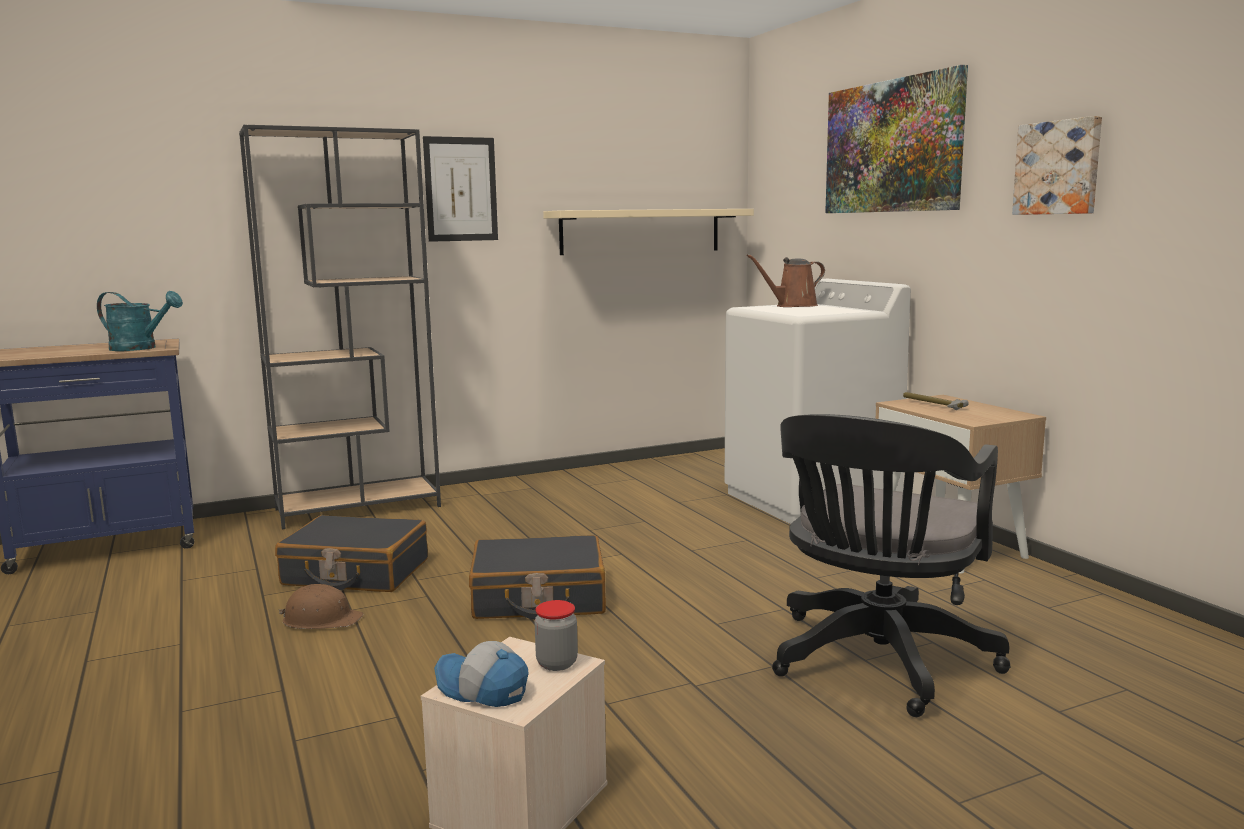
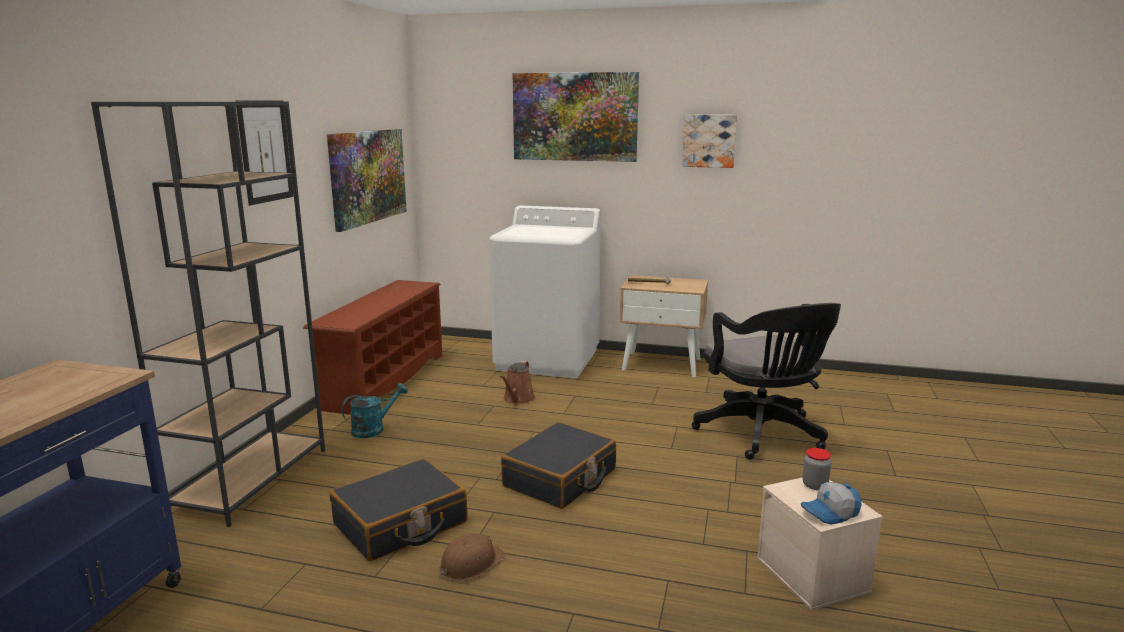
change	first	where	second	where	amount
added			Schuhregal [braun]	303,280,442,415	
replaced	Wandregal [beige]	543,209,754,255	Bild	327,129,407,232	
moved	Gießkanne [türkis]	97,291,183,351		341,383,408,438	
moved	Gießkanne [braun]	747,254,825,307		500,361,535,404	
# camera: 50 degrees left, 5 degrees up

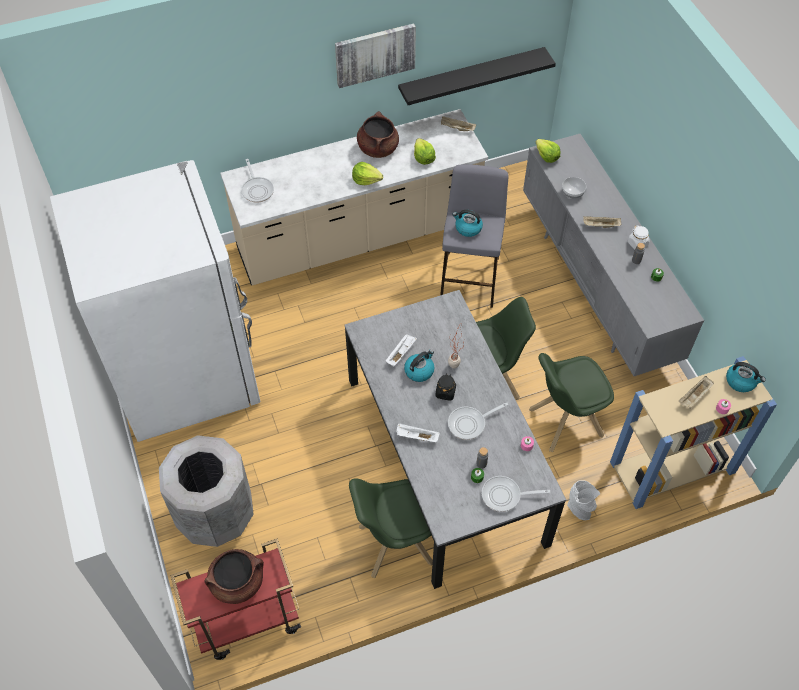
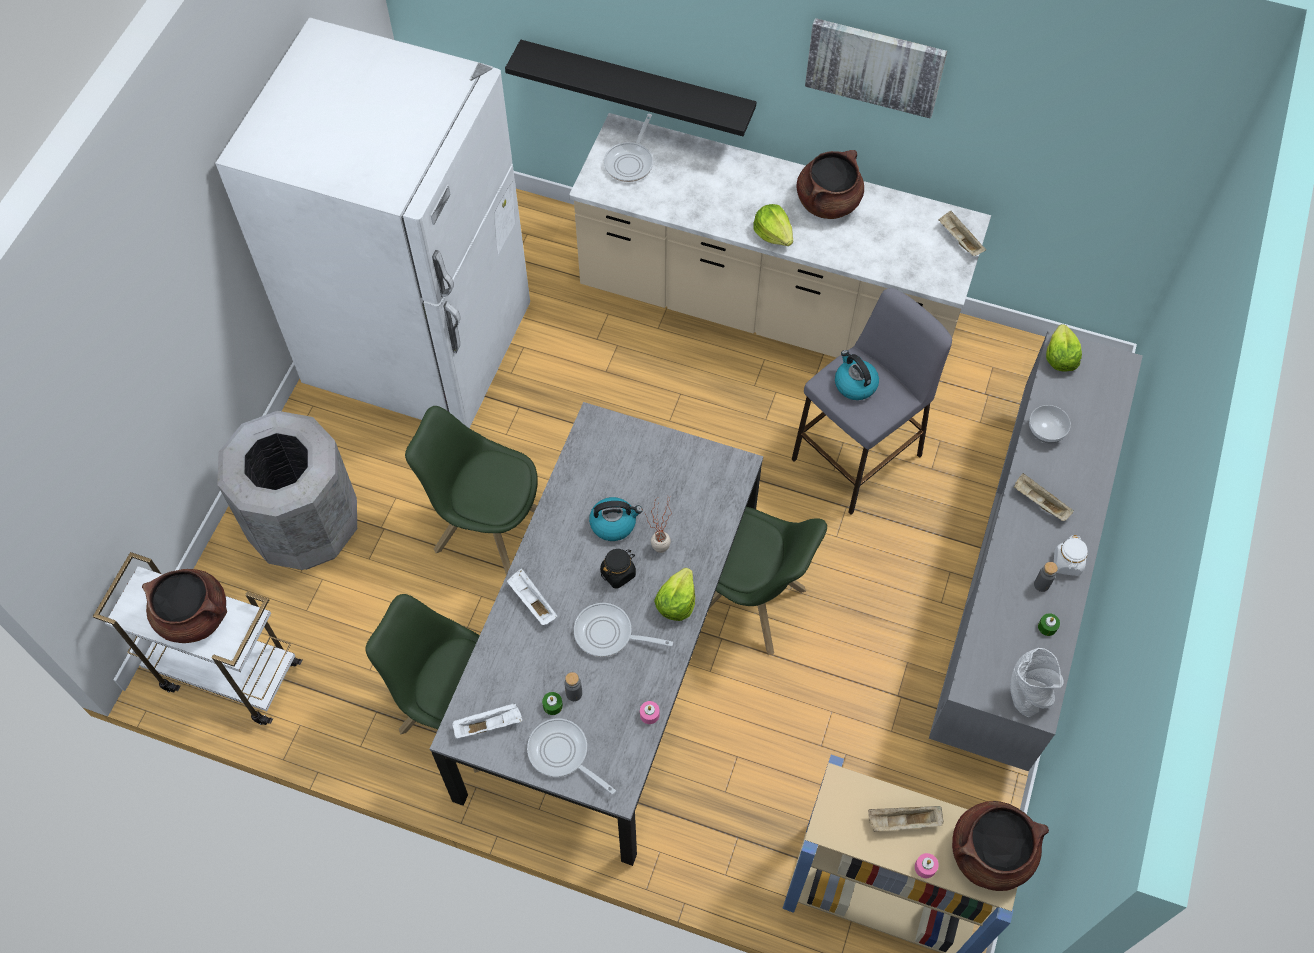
change	first	where	second	where	amount
recoloured	Rollwagen [rot]	170,538,301,660	Rollwagen [weiß]	93,552,303,725	
moved	Stuhl [grün]	529,353,614,452		405,406,538,575	
moved	Tablett [weiß]	386,334,417,366		452,702,523,738	
moved	Wandregal [schwarz]	398,47,556,105		505,40,756,136	
moved	Salatkopf	414,138,436,165		654,568,695,621	
replaced	Wasserkessel	726,362,766,392	Kochtopf [braun]	952,801,1049,891	
moved	Vase [grau]	567,480,600,520		1010,648,1064,717	
# camera: 40 degrees right, 5 degrees up

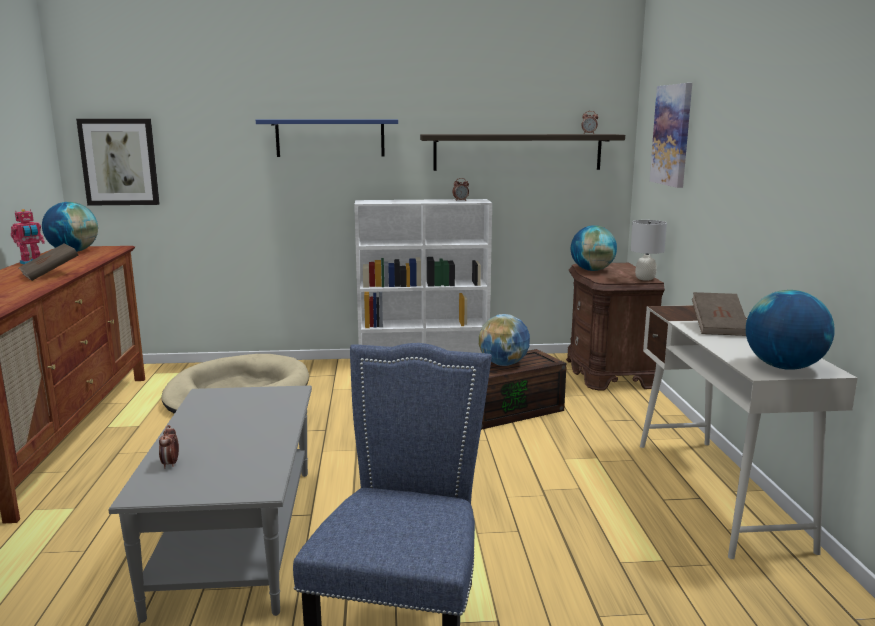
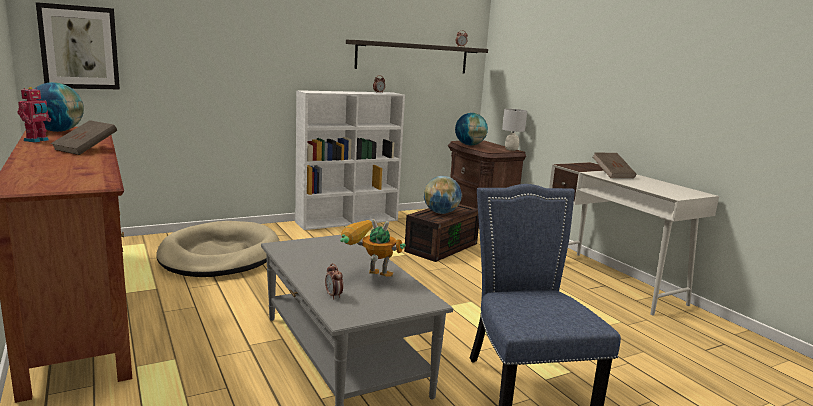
change	first	where	second	where	amount
added			Spielzeugroboter	340,219,406,277	
removed	Wandregal [blau]	256,120,398,157			
removed	Bild	650,83,692,188			
removed	Globus	746,290,835,370			
# camera: 25 degrees left, 0 degrees up

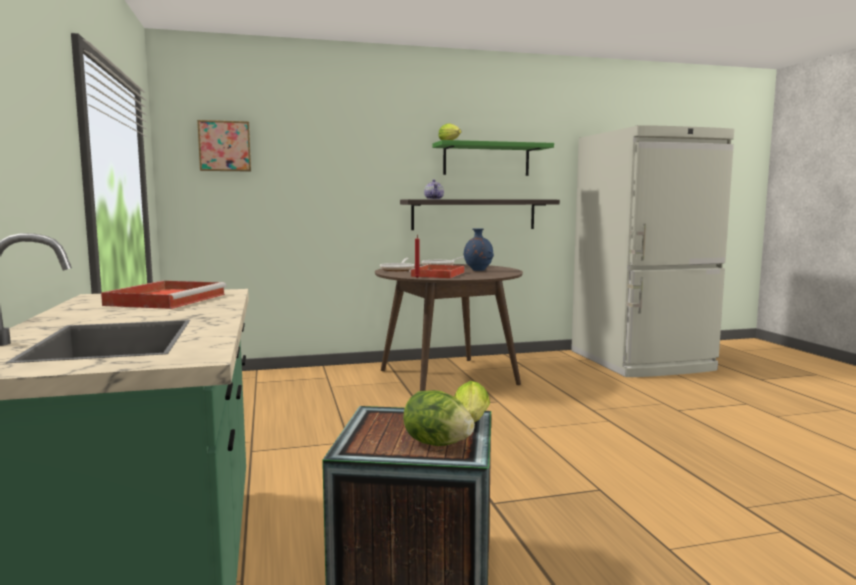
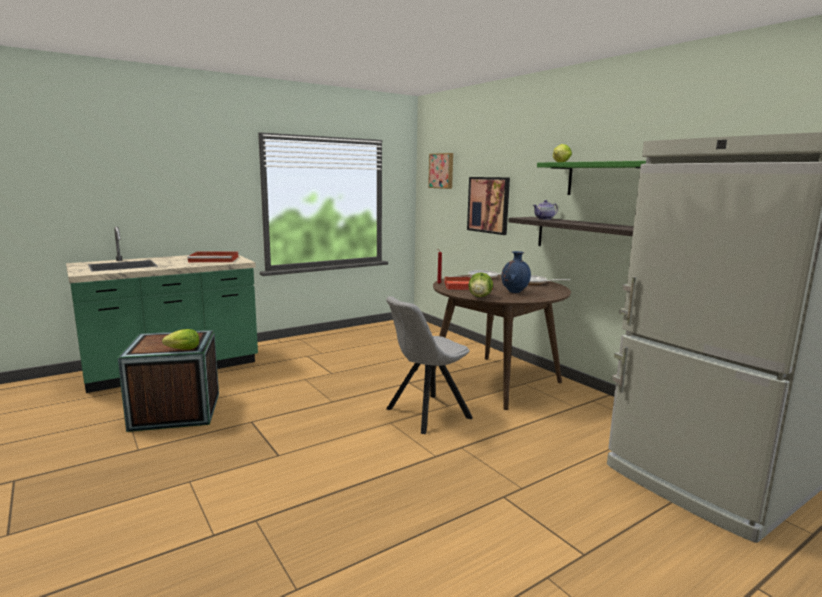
change	first	where	second	where	amount
added			Stuhl [grau]	386,296,473,434	
added			Bild	467,177,510,235	
moved	Salatkopf	403,390,475,446		468,272,493,297	
# camera: 70 degrees right, 5 degrees up

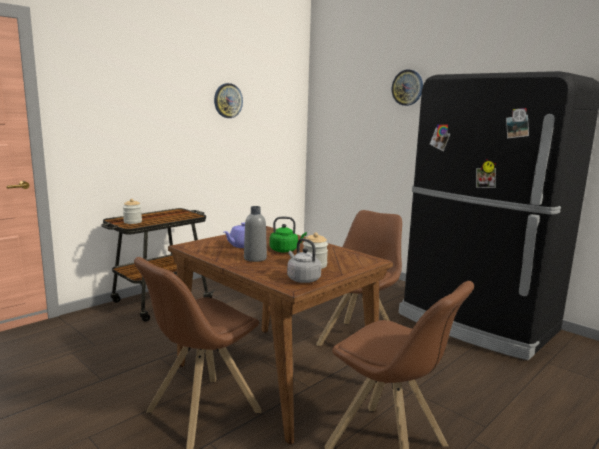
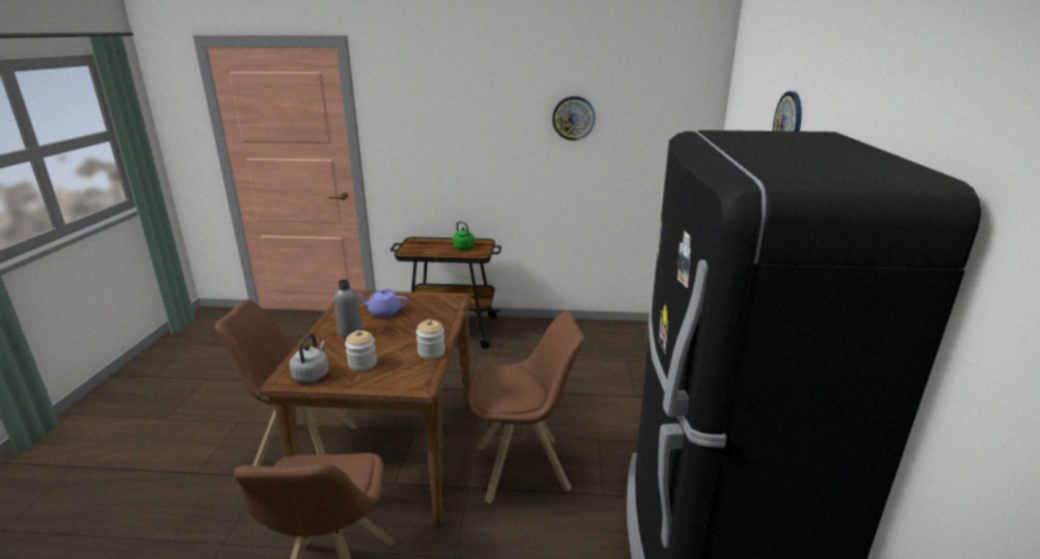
change	first	where	second	where	amount
moved	Vorratsglas	123,199,142,224		416,319,445,359	
moved	Wasserkessel [grün]	270,217,307,253		453,221,475,249	
# camera: 50 degrees right, 10 degrees up

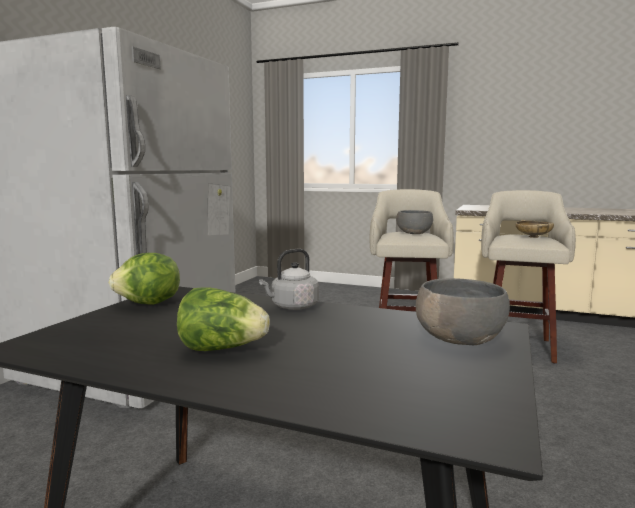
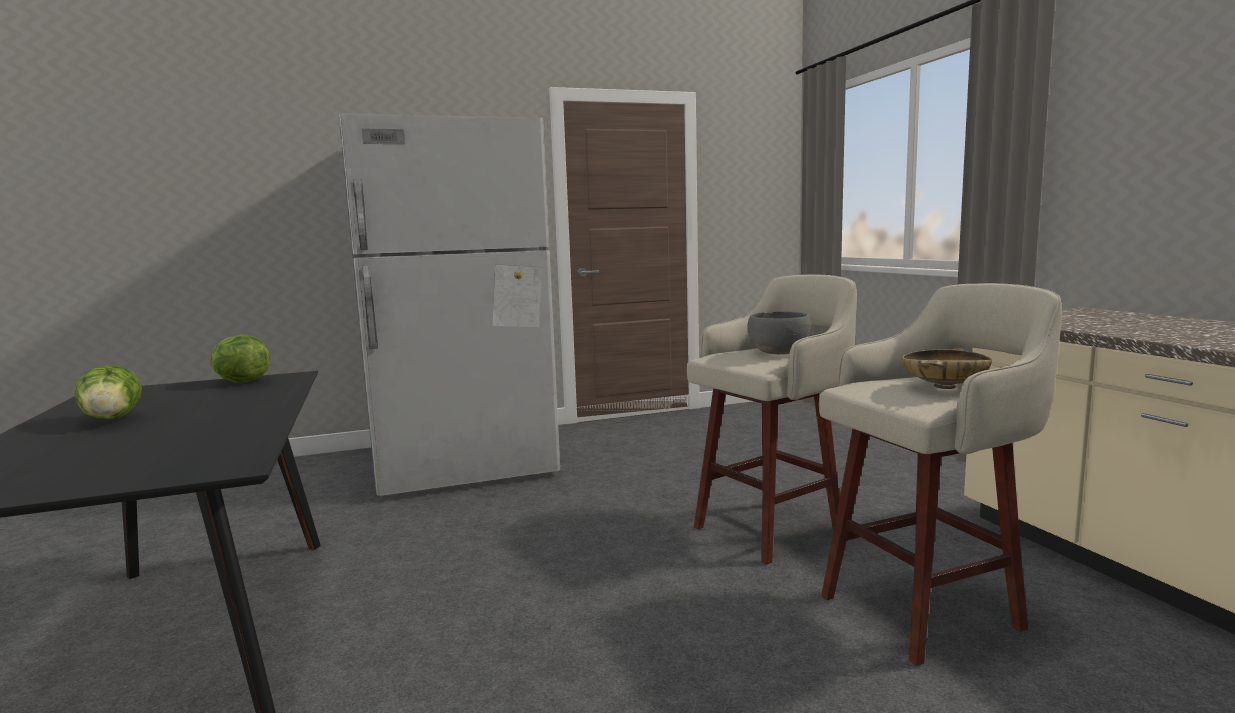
change	first	where	second	where	amount
removed	Wasserkessel [grau]	259,249,319,310			
removed	Schüssel [grau]	416,278,510,345			
# camera: 50 degrees right, 0 degrees up

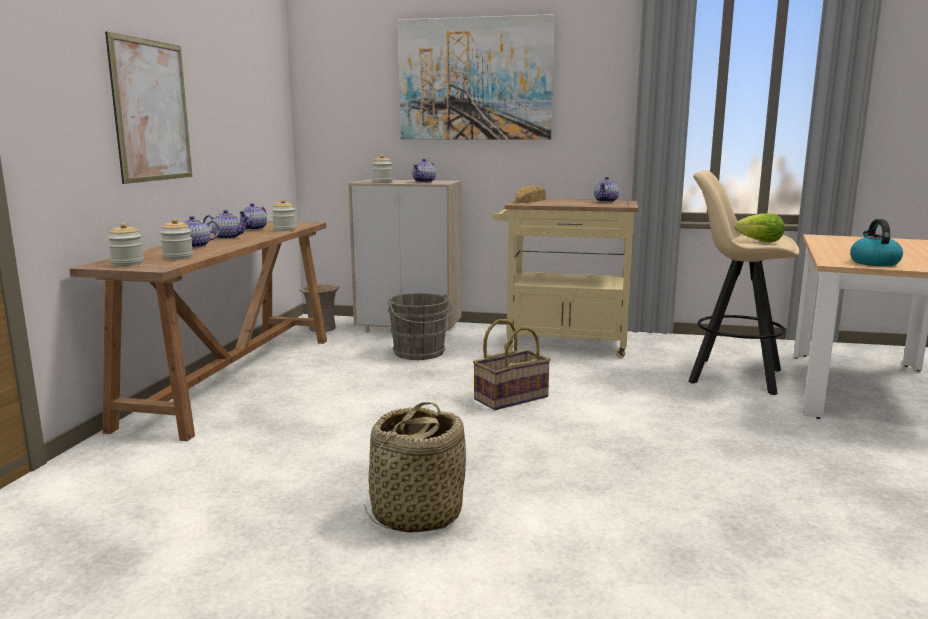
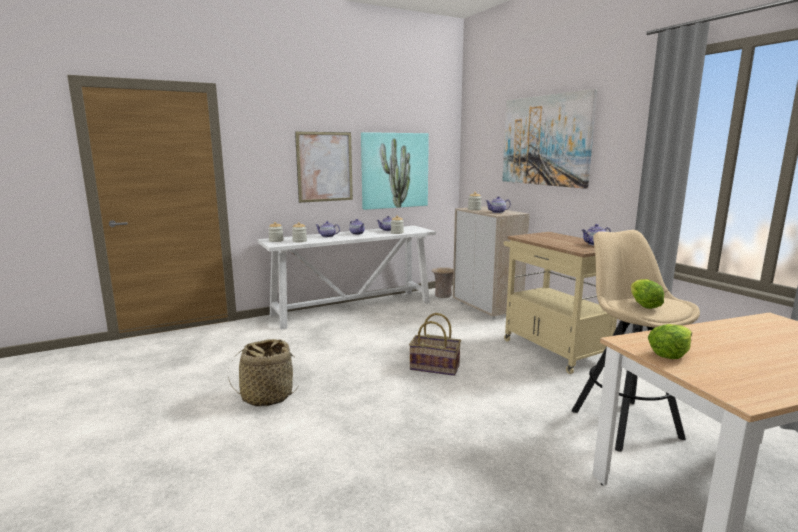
change	first	where	second	where	amount
recoloured	Konsolentisch [braun]	69,221,327,441	Konsolentisch [weiß]	258,226,436,330	
added			Bild	361,132,429,210	
replaced	Wasserkessel	850,219,903,266	Salatkopf	648,324,692,359	
removed	Eimer [grau]	388,293,454,360			
removed	Brot	516,185,546,203			
# camera: 50 degrees right, 0 degrees up

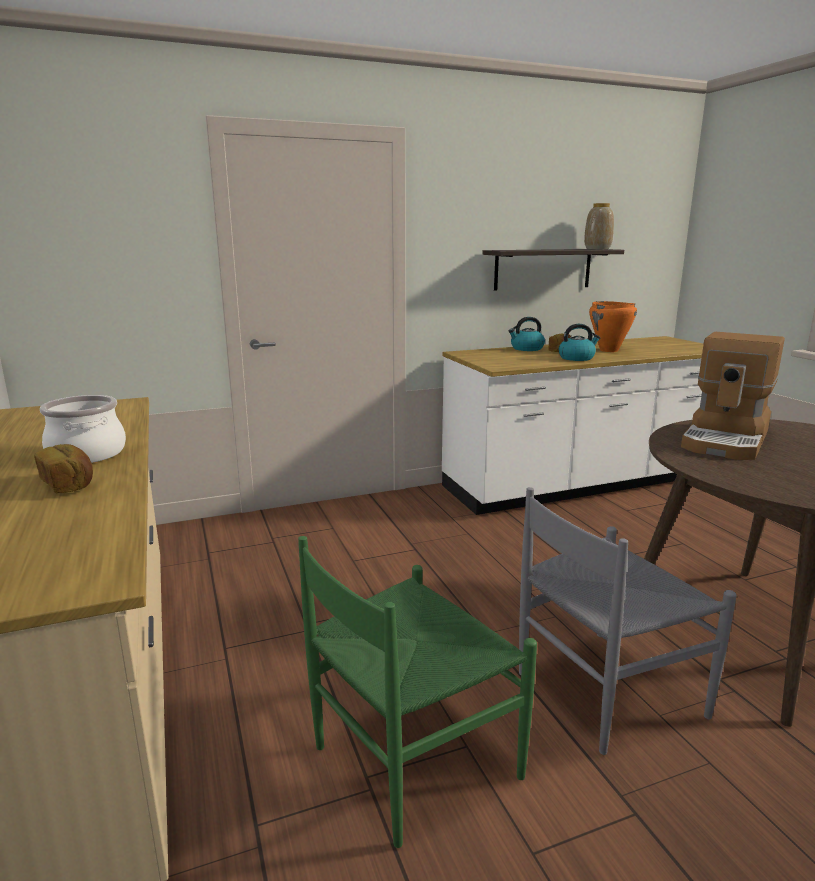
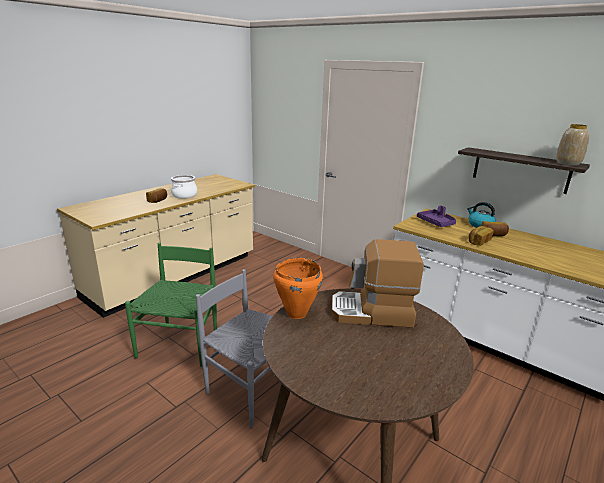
change	first	where	second	where	amount
turned	Stuhl [grün]	298,536,537,848		125,243,217,367	75 degrees clockwise
moved	Kochtopf [orange]	589,301,637,352		273,258,323,319	
added			Tablett [lila]	417,206,456,227	
replaced	Wasserkessel	559,324,600,361	Brot	468,226,494,246	
# camera: 60 degrees right, 5 degrees up

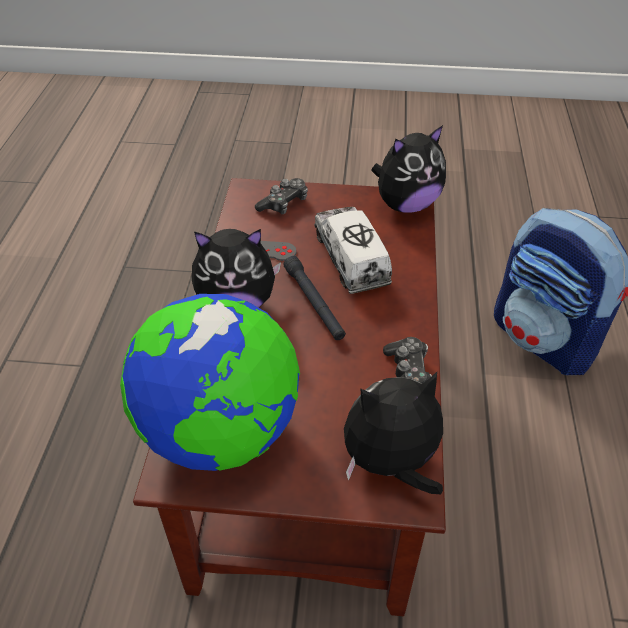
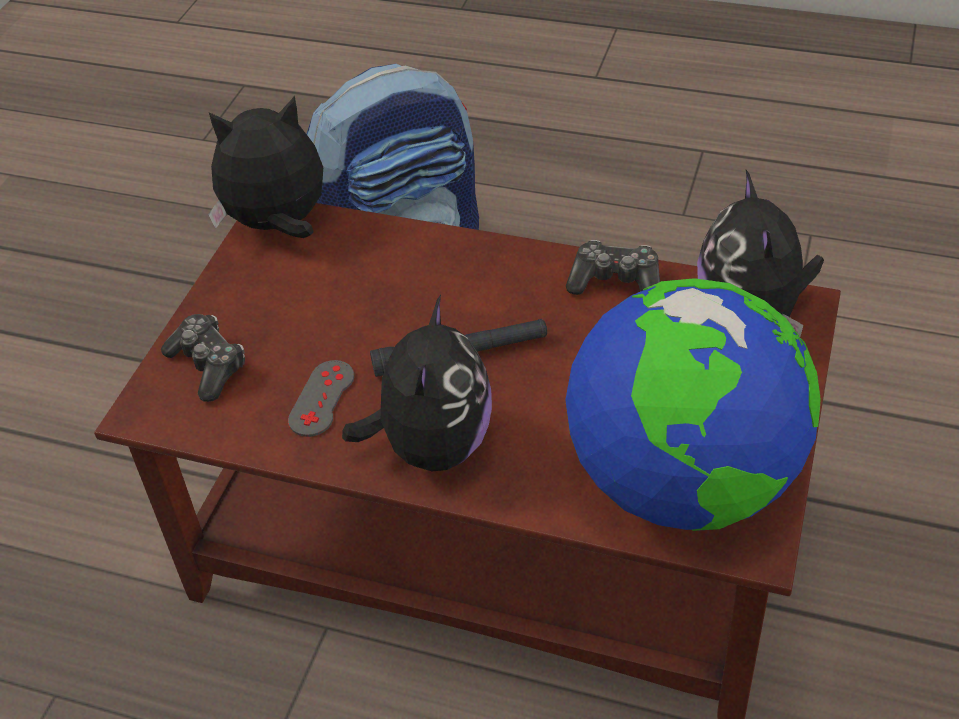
change	first	where	second	where	amount
turned	Plüschtier	371,125,446,213		208,96,323,238	90 degrees counterclockwise
removed	Spielzeuglaster	314,207,392,294			
# camera: 75 degrees left, 0 degrees up

